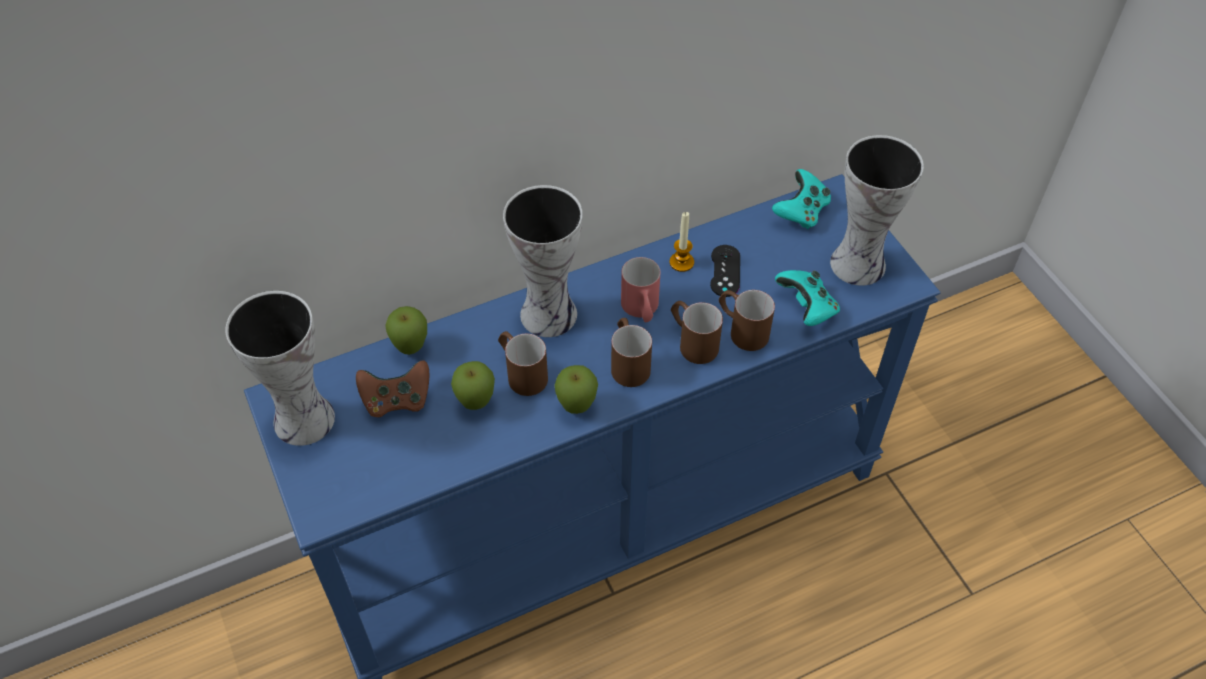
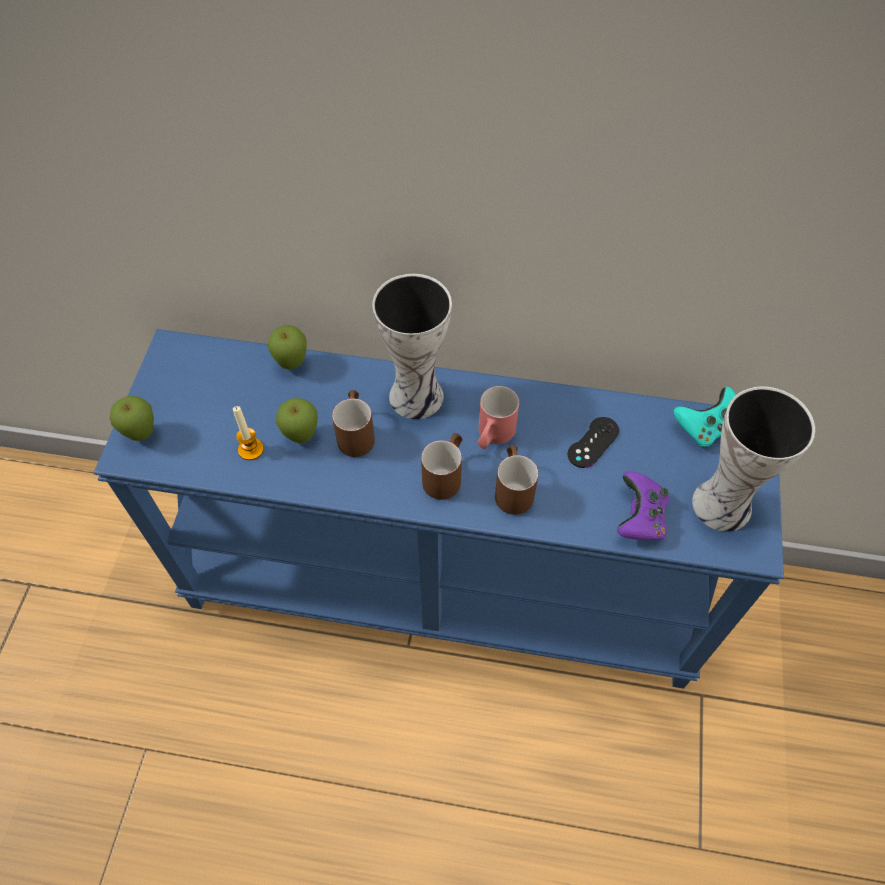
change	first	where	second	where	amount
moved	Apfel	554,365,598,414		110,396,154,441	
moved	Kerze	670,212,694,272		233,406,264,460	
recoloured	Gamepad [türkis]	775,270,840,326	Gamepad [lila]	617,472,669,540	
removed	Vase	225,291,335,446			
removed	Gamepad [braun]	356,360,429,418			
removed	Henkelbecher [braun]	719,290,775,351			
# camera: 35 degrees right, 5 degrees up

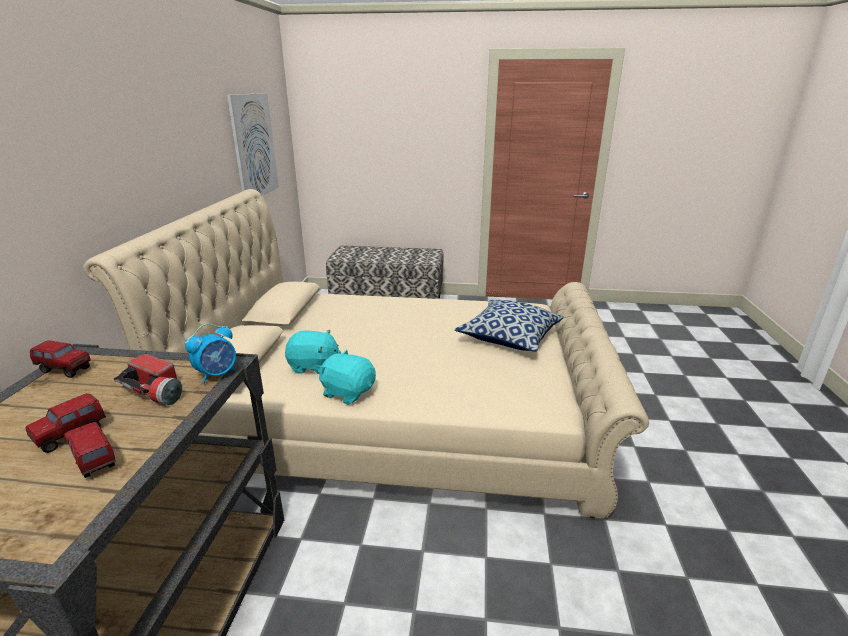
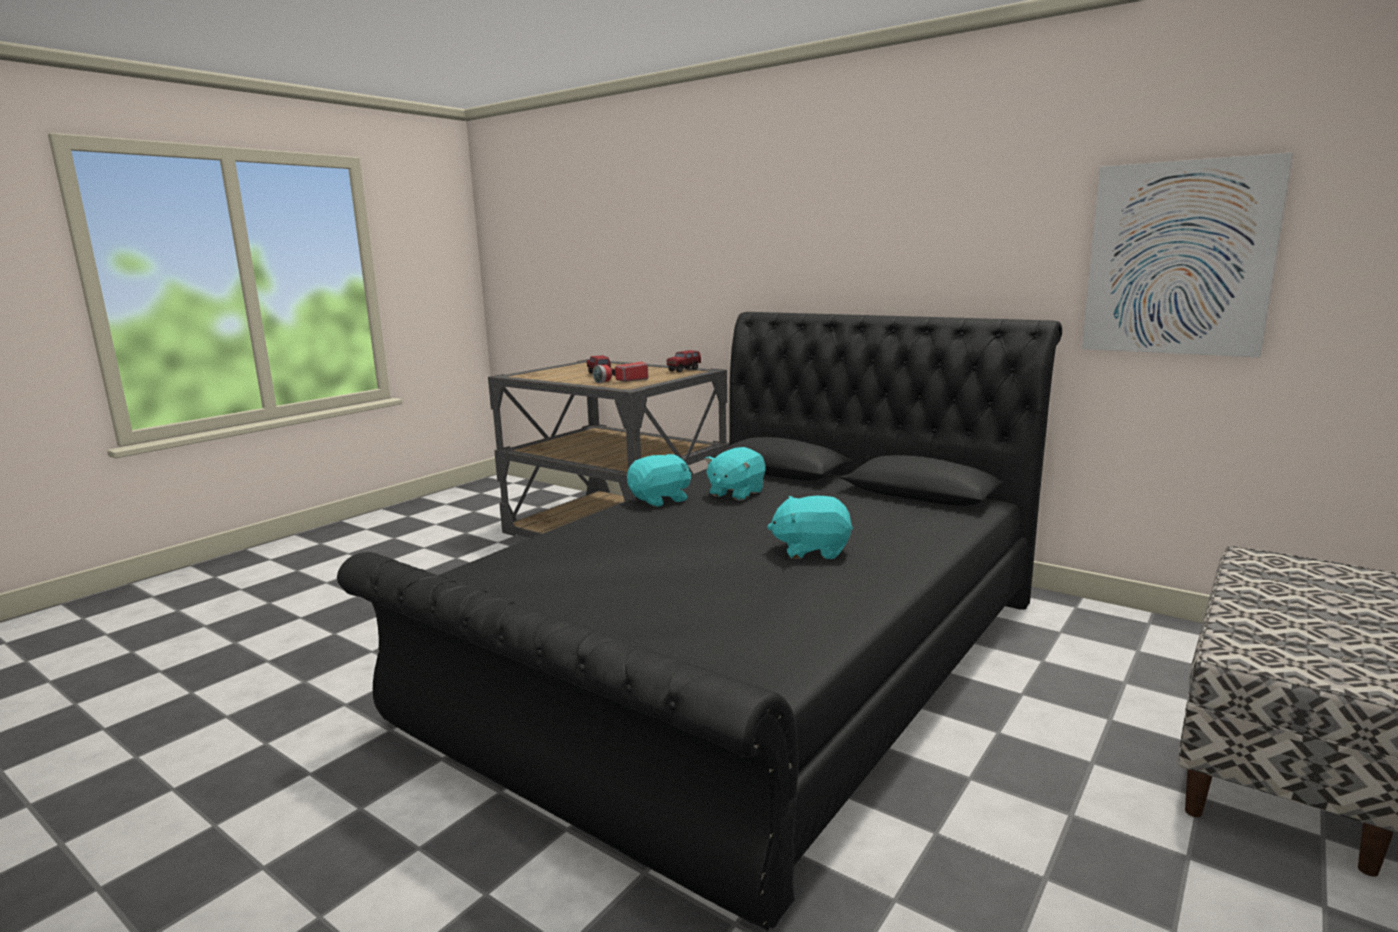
change	first	where	second	where	amount
recoloured	Bett [beige]	83,189,649,518	Bett [schwarz]	337,312,1062,931	
added			Plüschtier [türkis]	767,496,853,559	
removed	Spielzeuglaster	64,422,116,478			
removed	Wecker	185,324,236,384			
removed	Kissen	455,300,564,352			
# camera: 120 degrees right, 10 degrees down

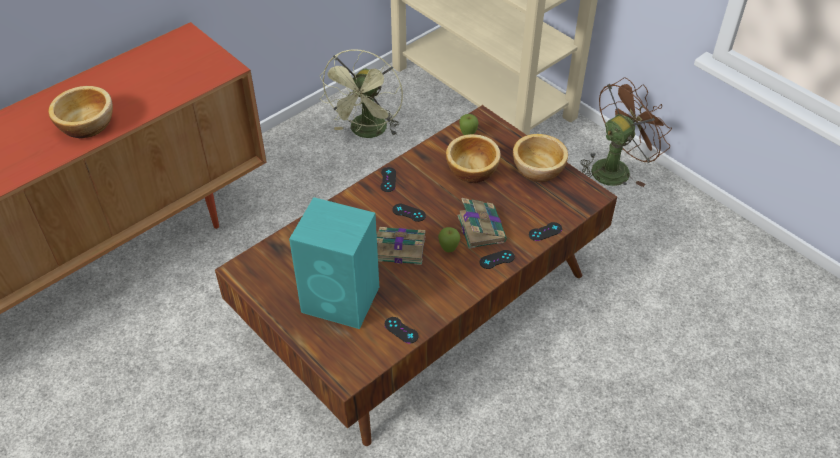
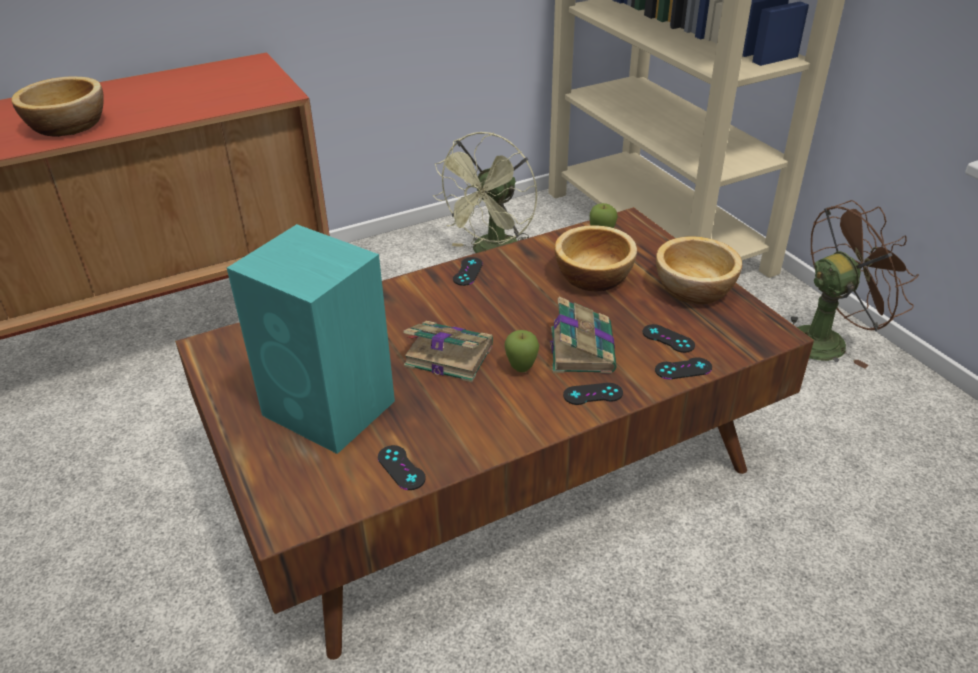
change	first	where	second	where	amount
moved	Gamepad [schwarz]	392,204,426,222		643,324,695,353	
# camera: 15 degrees right, 10 degrees down

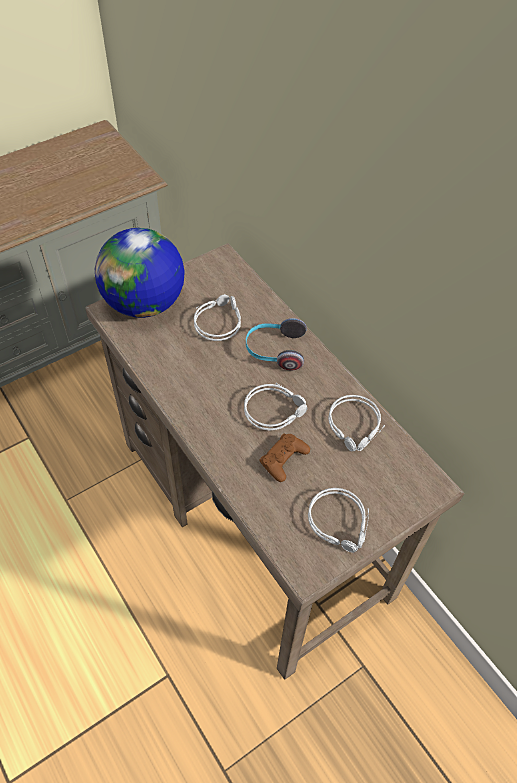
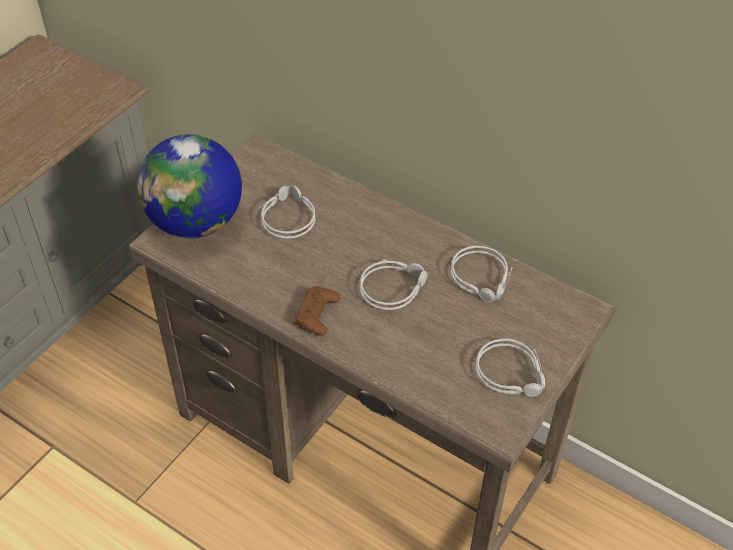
change	first	where	second	where	amount
moved	Gamepad [braun]	259,434,310,482		293,286,341,336	
removed	Kopfhörer	246,318,307,371			
# camera: 20 degrees left, 5 degrees down

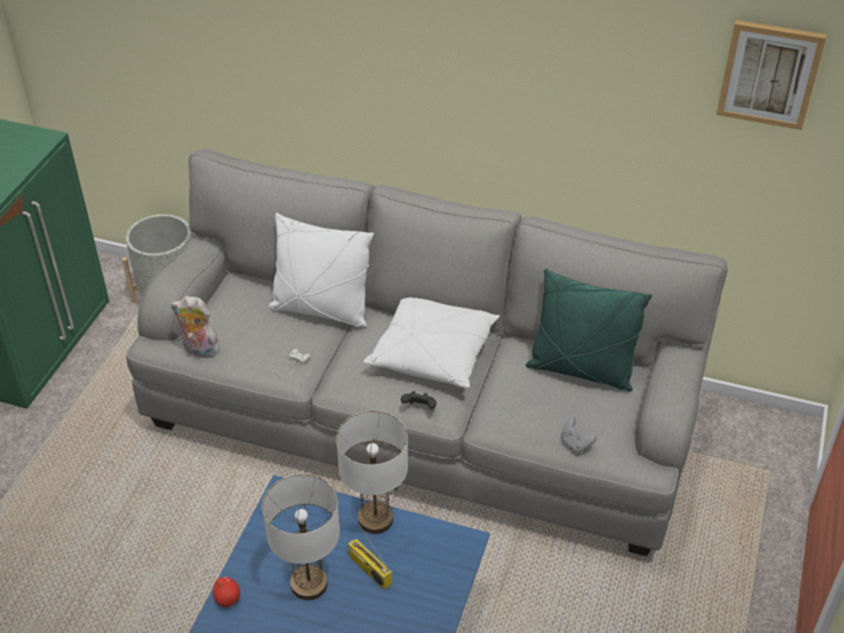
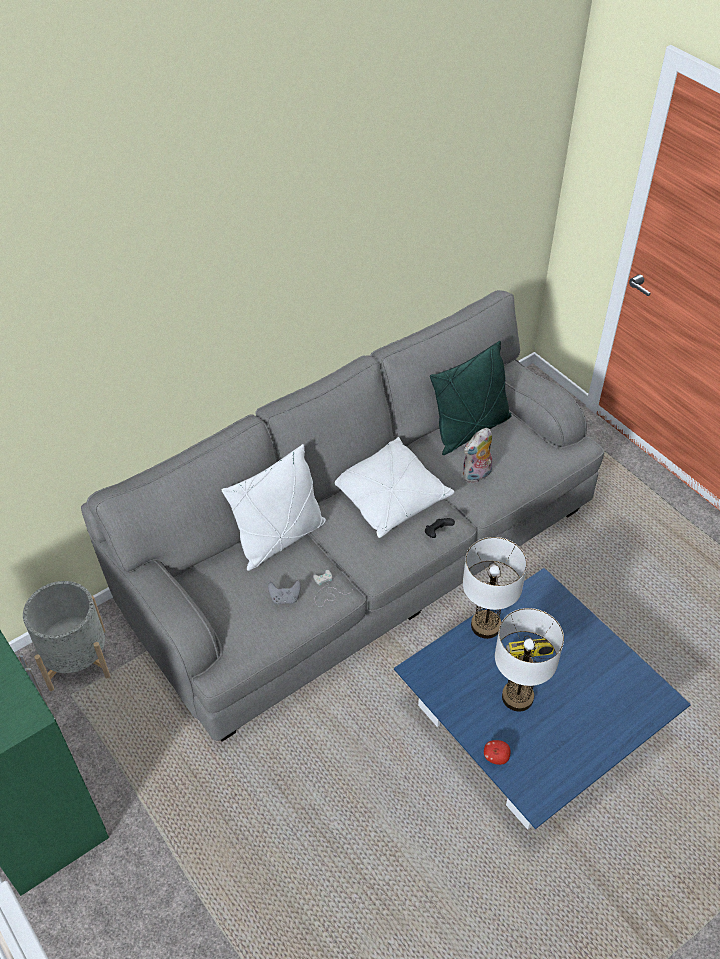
change	first	where	second	where	amount
moved	Gamepad [grau]	561,417,597,453		268,580,301,605	
moved	Plüschtier	171,296,220,358		463,428,492,483	
removed	Bild	716,20,827,130			
# camera: 55 degrees left, 5 degrees up

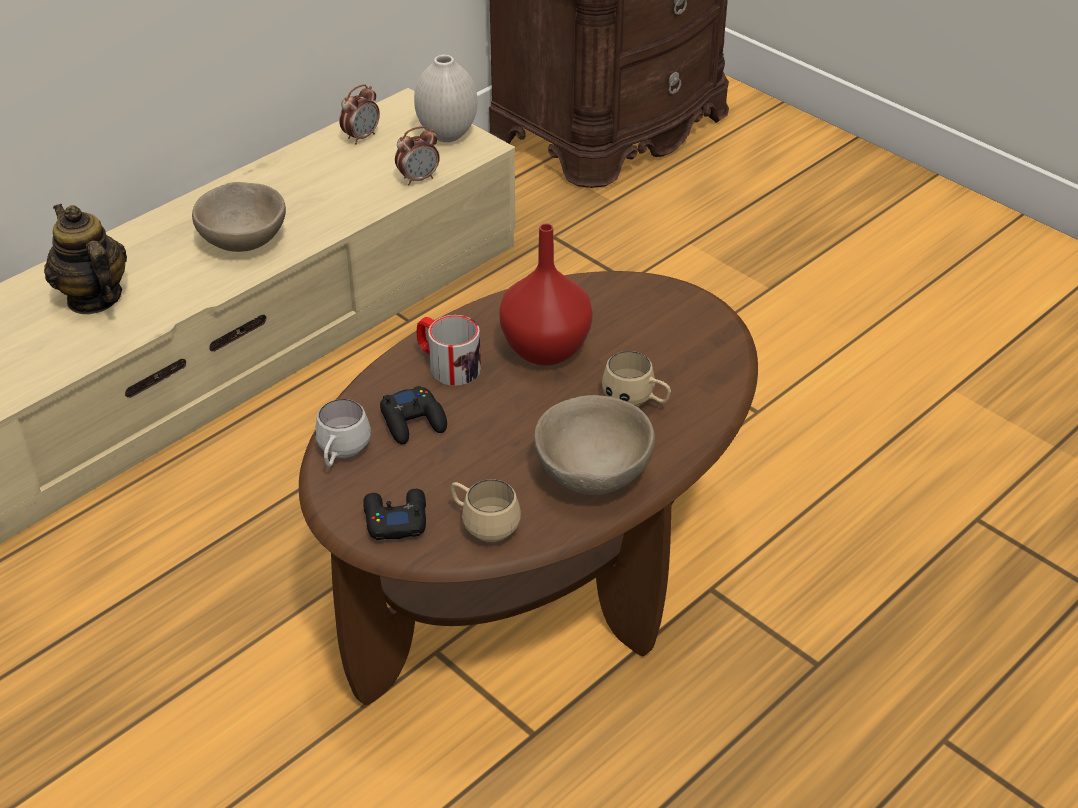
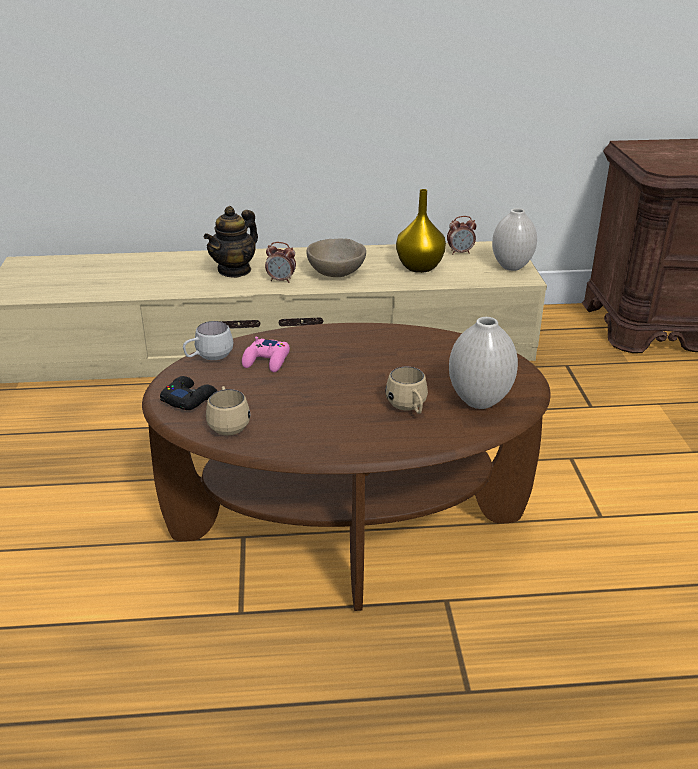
change	first	where	second	where	amount
turned	Teekanne	44,204,127,314		204,206,258,278	150 degrees counterclockwise
recoloured	Gamepad [schwarz]	380,386,447,444	Gamepad [rosa]	242,337,290,372	
moved	Wecker	395,126,440,185		265,242,296,283	
added			Vase [gelb]	396,189,446,273	
added			Vase [weiß]	449,317,518,409	
removed	Henkelbecher	417,315,481,386			
removed	Vase [rot]	499,224,593,366			
removed	Schüssel [beige]	534,395,655,495			
# camera: 40 degrees right, 10 degrees down

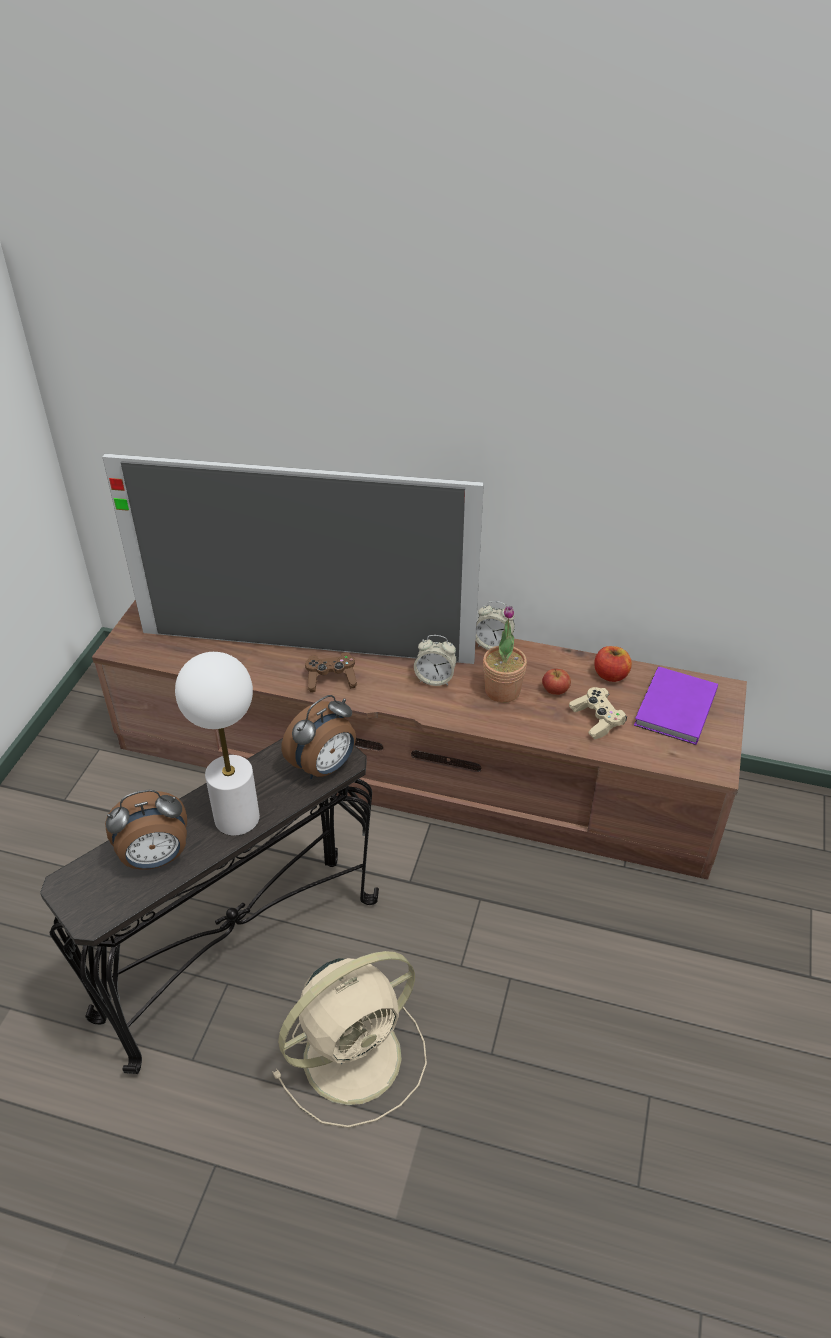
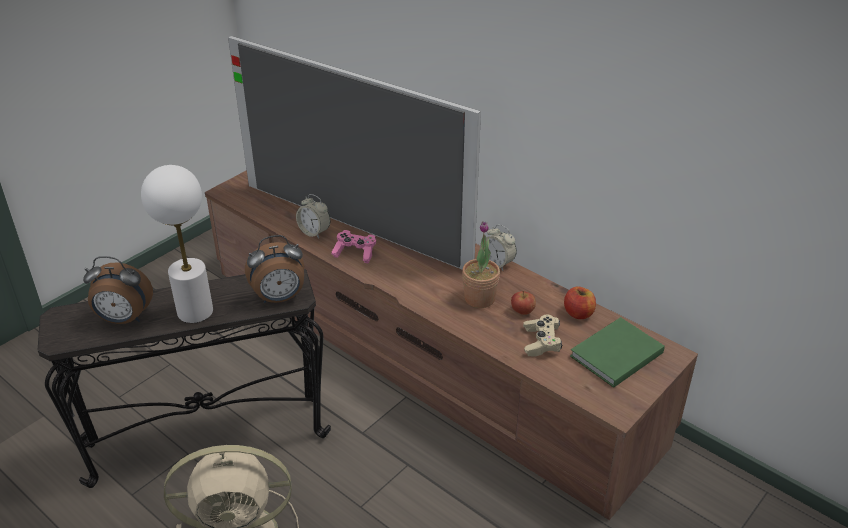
change	first	where	second	where	amount
moved	Wecker	414,635,457,686		296,194,331,239	
recoloured	Gamepad [braun]	305,652,357,692	Gamepad [rosa]	331,230,376,263	
recoloured	Buch [lila]	634,666,718,745	Buch [grün]	570,317,665,388	
# camera: 25 degrees right, 5 degrees down

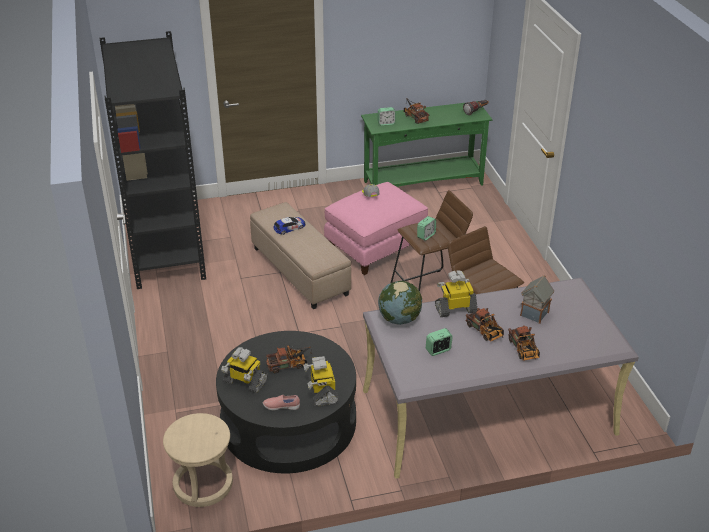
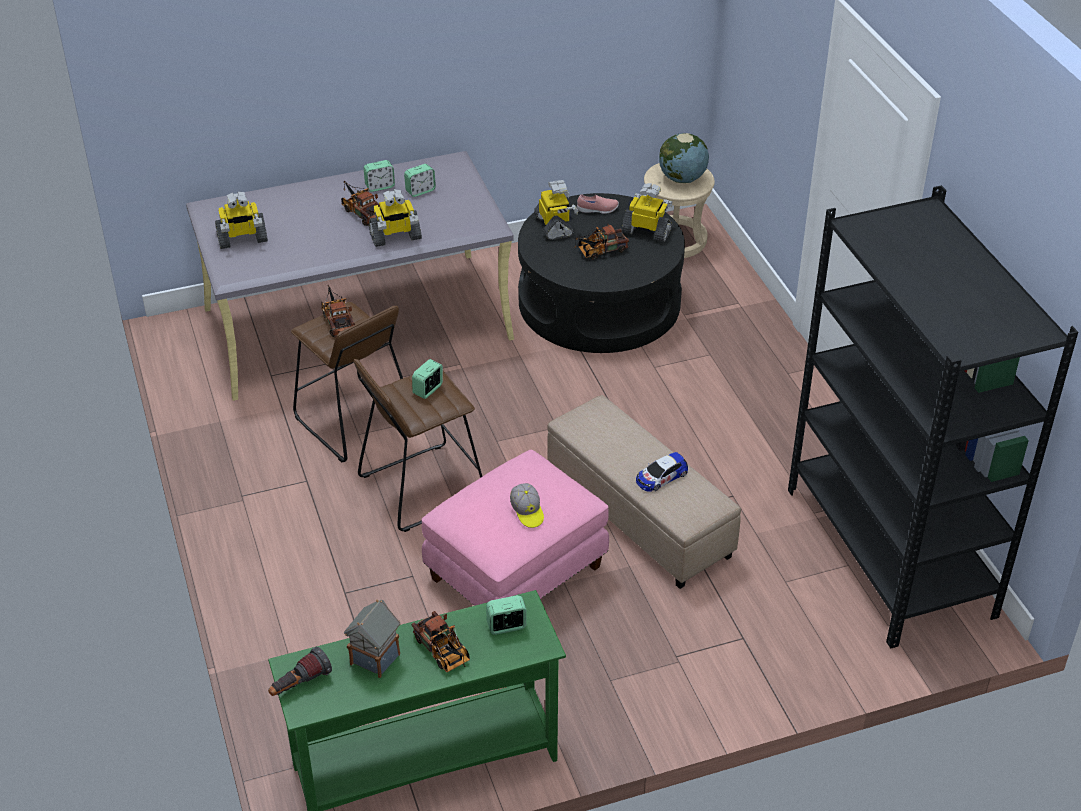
change	first	where	second	where	amount
added			Spielzeugroboter	215,191,268,249	
moved	Spielzeuglaster	508,325,540,361		321,285,355,337	
moved	Spielzeughaus	520,275,554,324		344,599,400,678	
added			Wecker	364,160,395,192	
moved	Globus	378,281,422,325		659,133,709,183	
# camera: 175 degrees right, 5 degrees up

